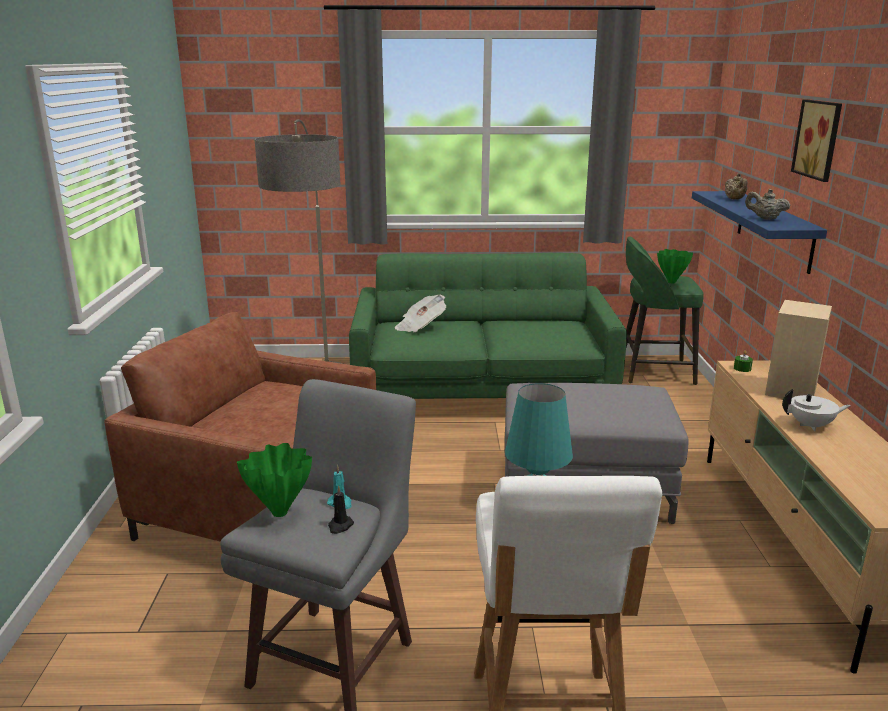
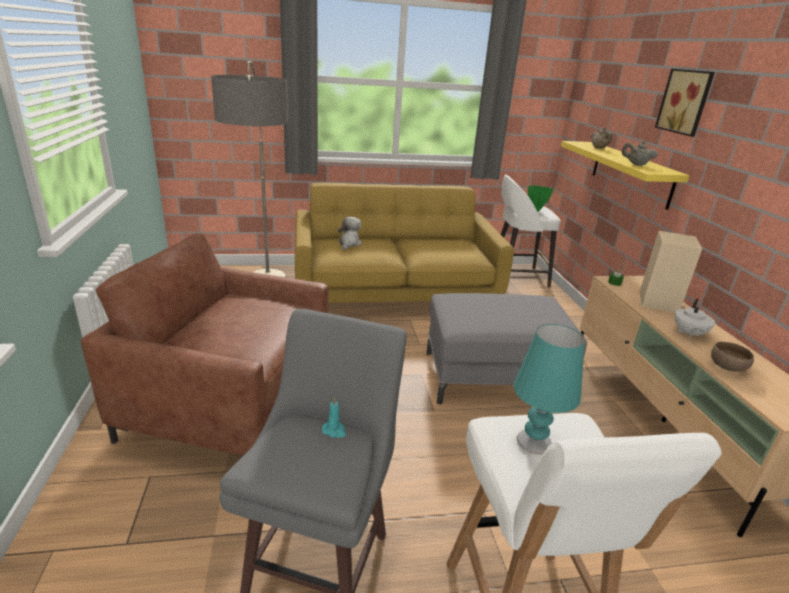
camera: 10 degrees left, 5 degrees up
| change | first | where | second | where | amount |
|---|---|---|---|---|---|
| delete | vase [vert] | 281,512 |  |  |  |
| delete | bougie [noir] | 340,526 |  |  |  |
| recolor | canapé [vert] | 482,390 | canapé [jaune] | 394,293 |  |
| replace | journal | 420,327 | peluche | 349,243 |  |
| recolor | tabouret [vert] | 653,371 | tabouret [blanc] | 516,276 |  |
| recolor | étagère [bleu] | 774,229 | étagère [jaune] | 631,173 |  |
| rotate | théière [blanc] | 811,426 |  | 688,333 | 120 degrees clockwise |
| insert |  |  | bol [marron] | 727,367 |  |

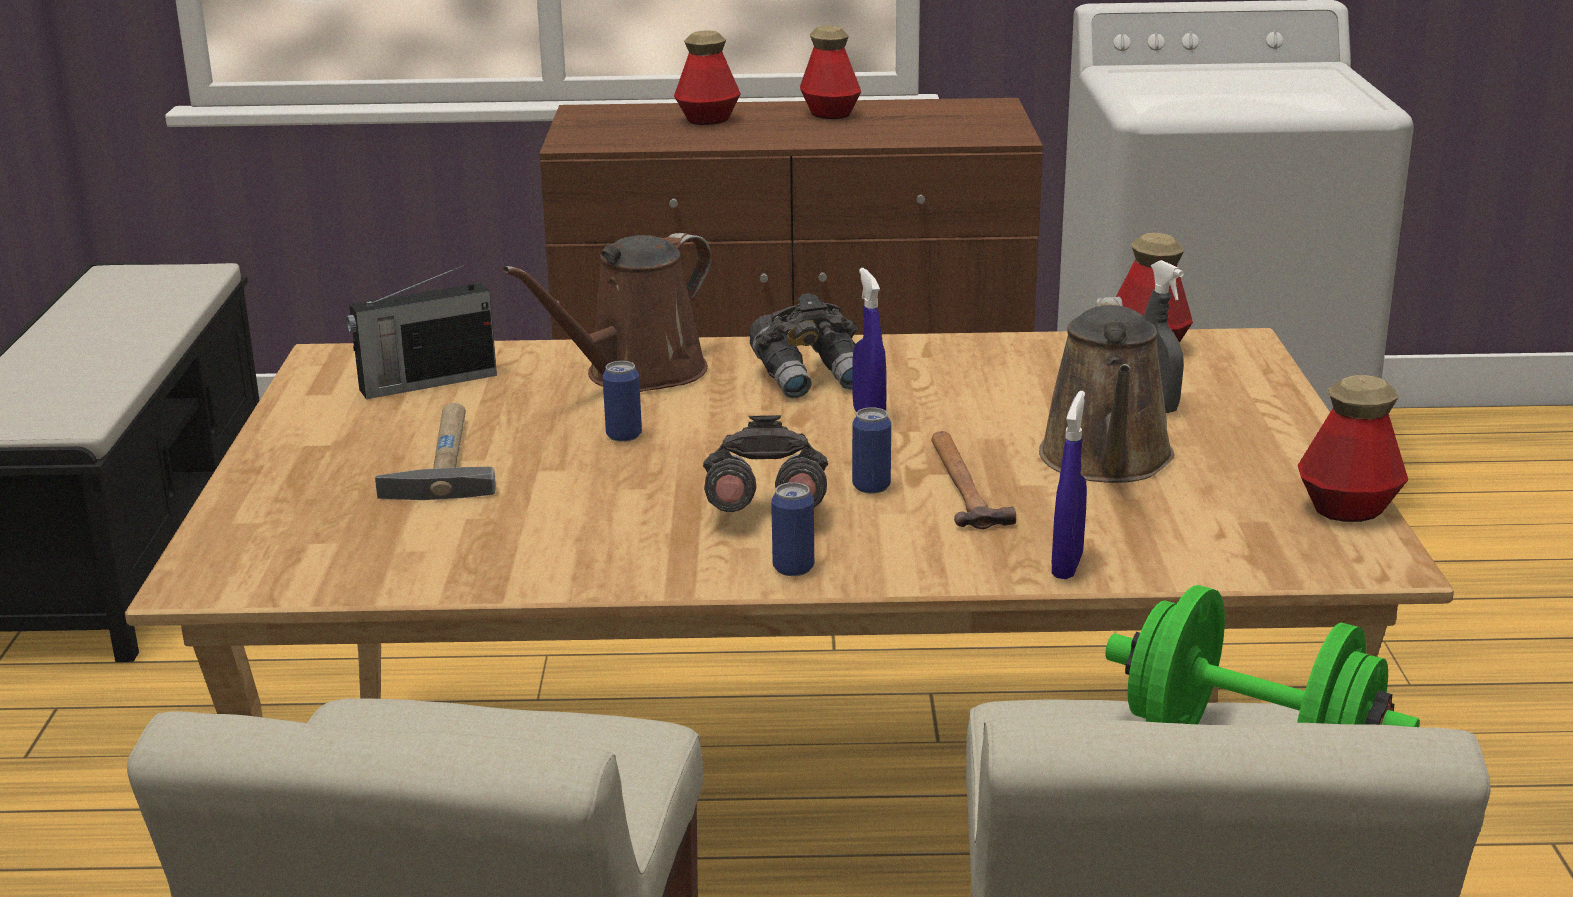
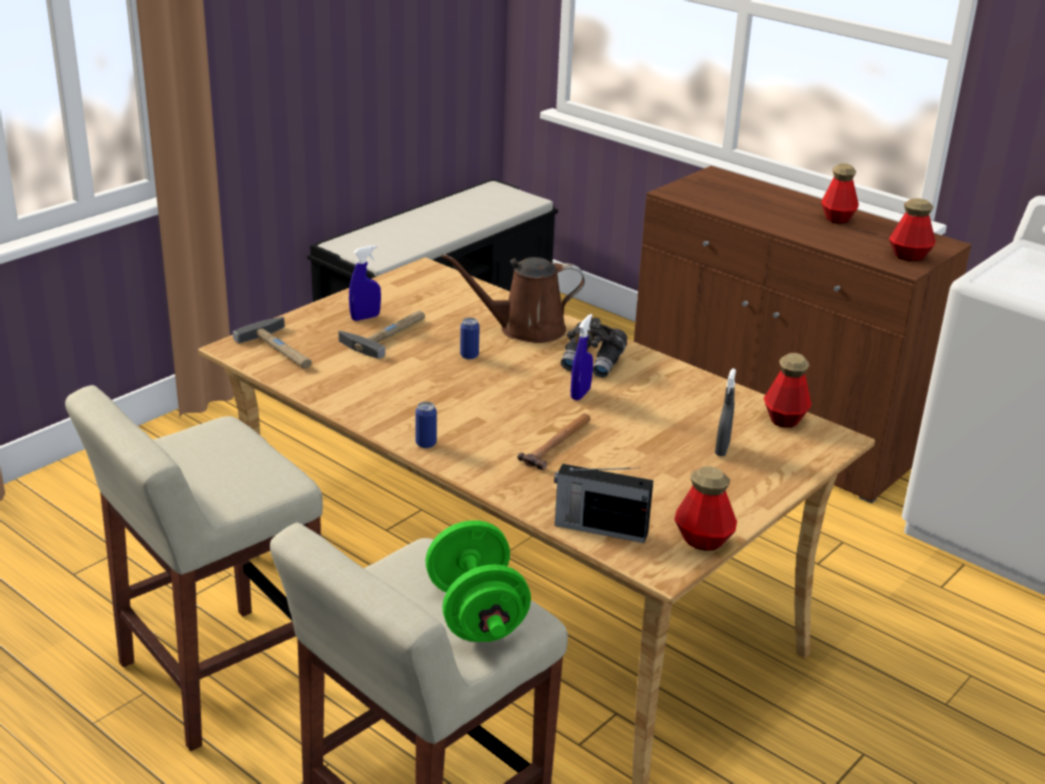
camera: 40 degrees right, 5 degrees up
| change | first | where | second | where | amount |
|---|---|---|---|---|---|
| move | radio | 425,382 |  | 599,528 |  |
| move | bouteille | 708,120 |  | 909,256 |  |
| delete | jumelles [gris] | 764,509 |  |  |  |
| delete | boîte métallique | 871,487 |  |  |  |
| delete | arrosoir [marron] | 1107,461 |  |  |  |
| move | vaporisateur [bleu] | 1067,565 |  | 365,317 |  |
| insert |  |  | marteau | 282,349 |  |

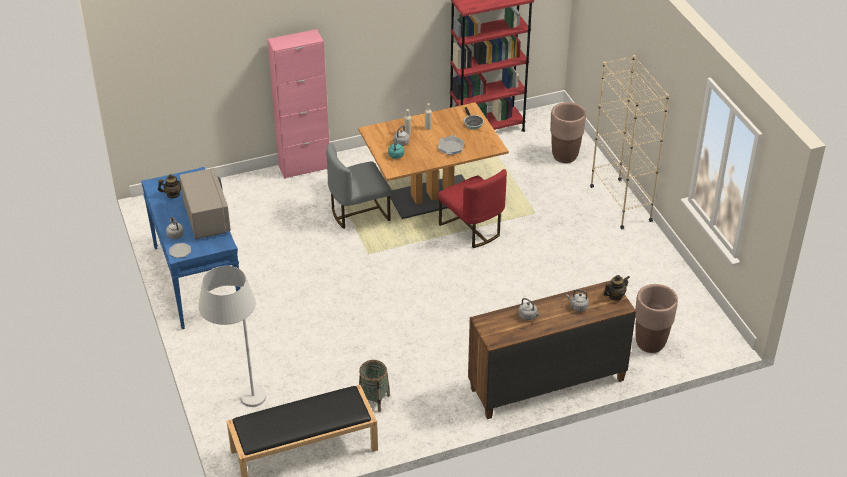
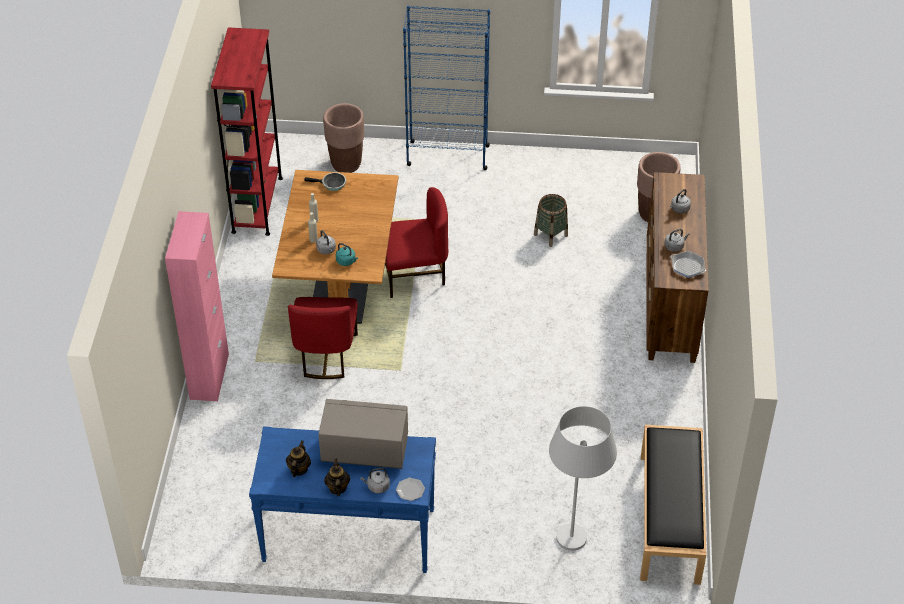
camera: 65 degrees left, 5 degrees up
| change | first | where | second | where | amount |
|---|---|---|---|---|---|
| recolor | chaise [gris] | 359,213 | chaise [rouge] | 326,355 |  |
| move | panier | 374,400 |  | 551,235 |  |
| move | poêle | 451,147 |  | 687,267 |  |
| recolor | bibliothèque [beige] | 620,203 | bibliothèque [bleu] | 447,155 |  |
| move | théière | 615,296 |  | 337,488 |  |

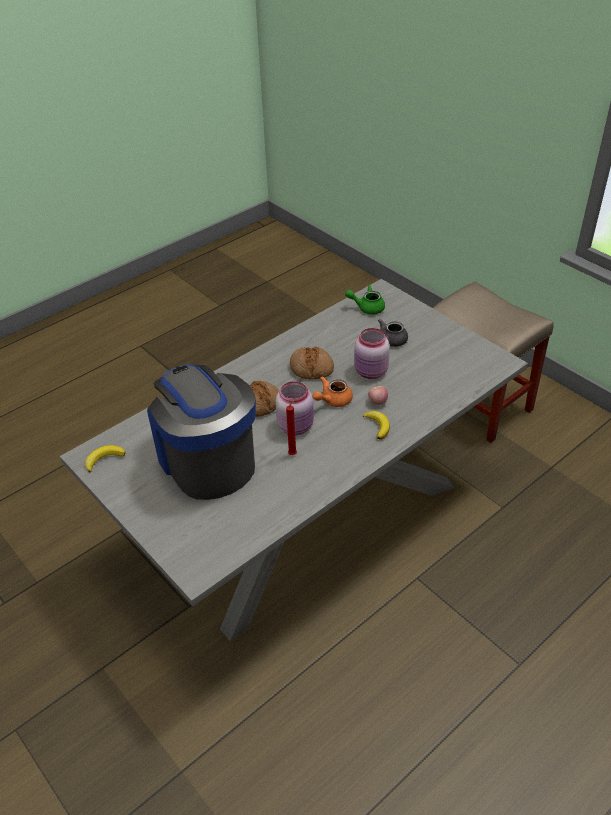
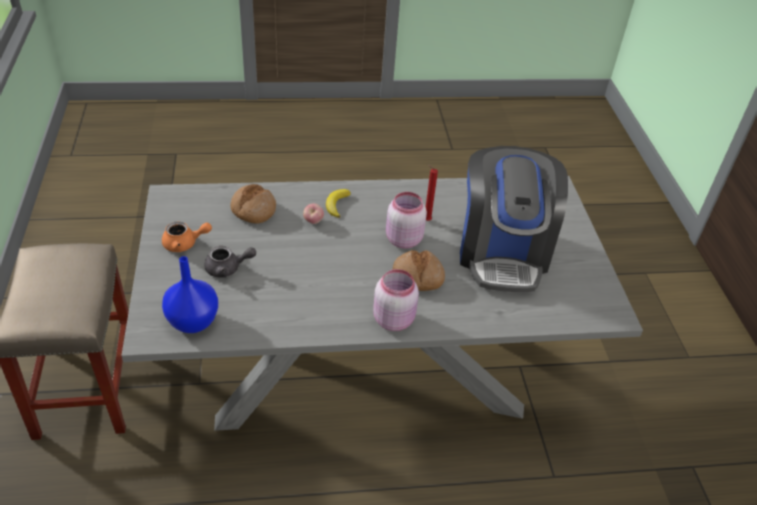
camera: 150 degrees left, 0 degrees up
| change | first | where | second | where | amount |
|---|---|---|---|---|---|
| delete | banane | 104,459 |  |  |  |
| move | pain | 311,368 |  | 253,210 |  |
| move | théière [orange] | 333,400 |  | 185,244 |  |
| replace | théière [vert] | 367,307 | vase [bleu] | 194,321 |  |
| move | bocal [rose] | 371,372 |  | 394,319 |  |

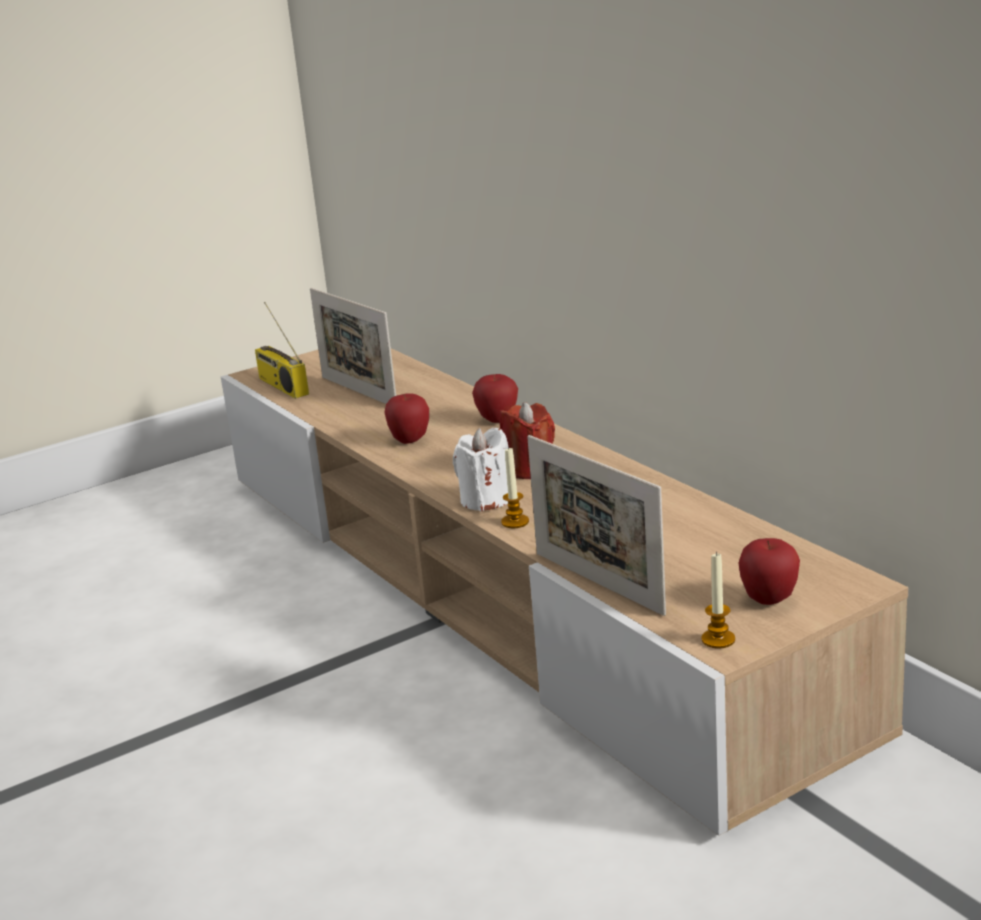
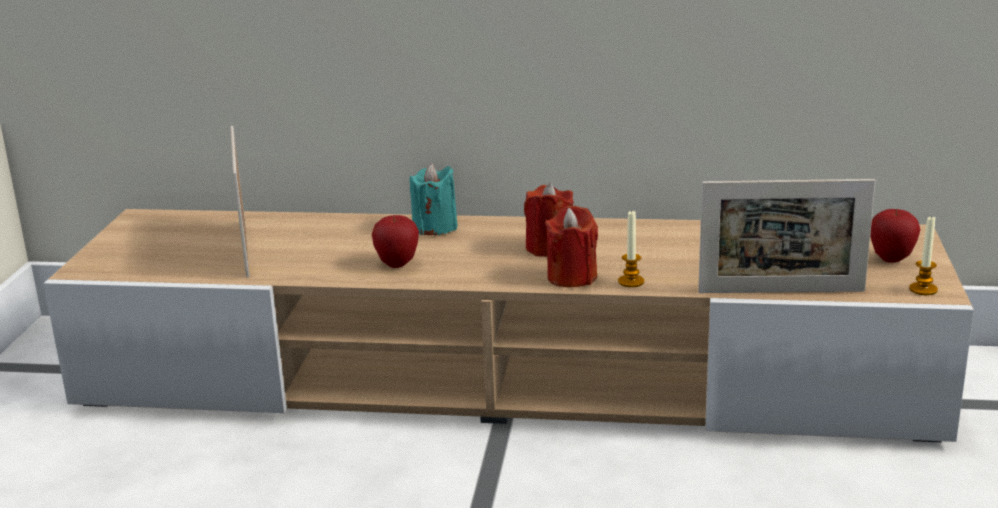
camera: 50 degrees left, 0 degrees up
| change | first | where | second | where | amount |
|---|---|---|---|---|---|
| delete | radio | 281,386 |  |  |  |
| rotate | cadre photo | 358,392 |  | 245,248 | 75 degrees clockwise |
| recolor | bougie [blanc] | 486,500 | bougie [rouge] | 572,277 |  |
| replace | pomme | 497,420 | bougie [turquoise] | 435,227 |  |

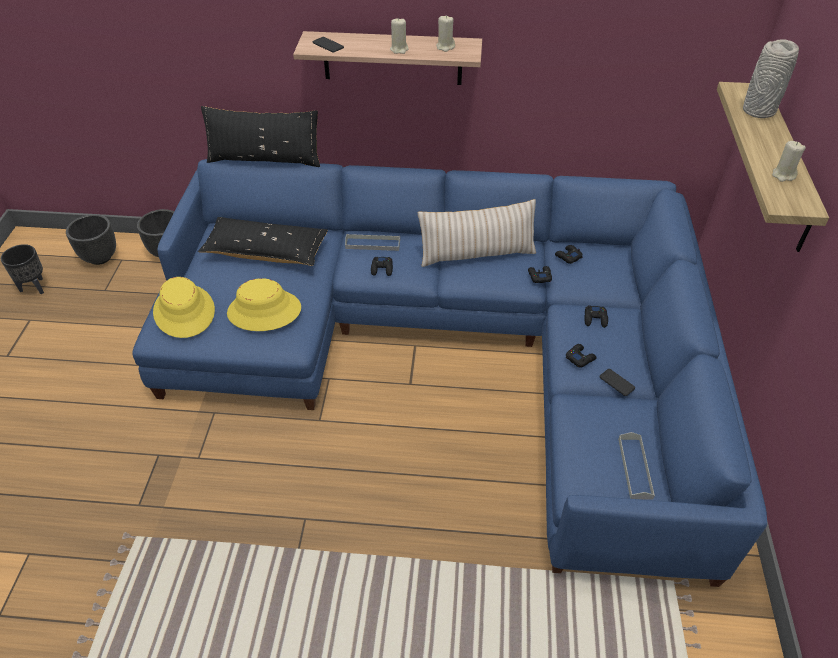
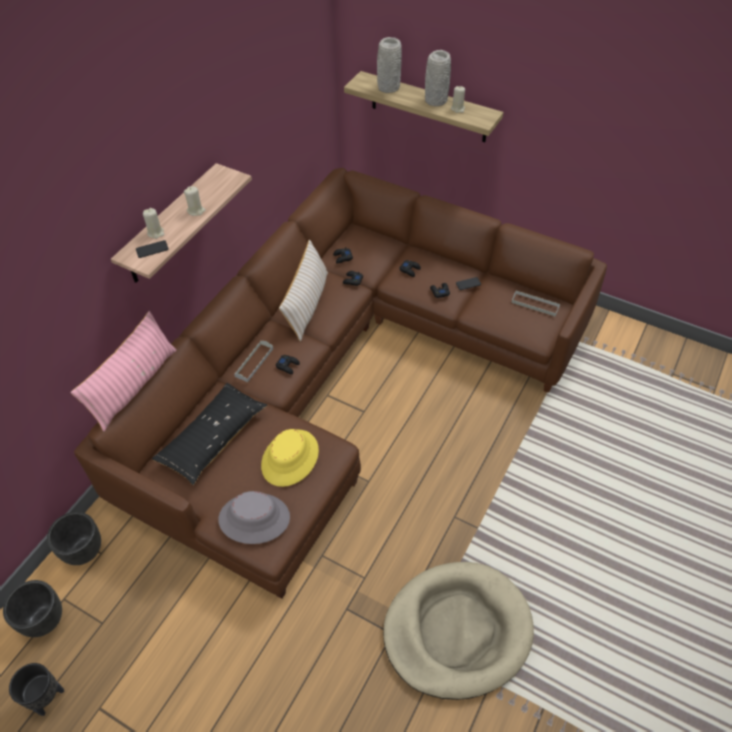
camera: 65 degrees left, 5 degrees up
| change | first | where | second | where | amount |
|---|---|---|---|---|---|
| recolor | canapé [bleu] | 452,346 | canapé [marron] | 341,373 |  |
| recolor | chapeau [jaune] | 184,311 | chapeau [gris] | 254,518 |  |
| recolor | coussin [noir] | 265,160 | coussin [rose] | 134,386 |  |
| move | bougie [beige] | 445,47 |  | 156,233 |  |
| insert |  |  | panier pour chien [beige] | 457,631 |  |
| insert |  |  | vase [gris] | 435,100 |  |

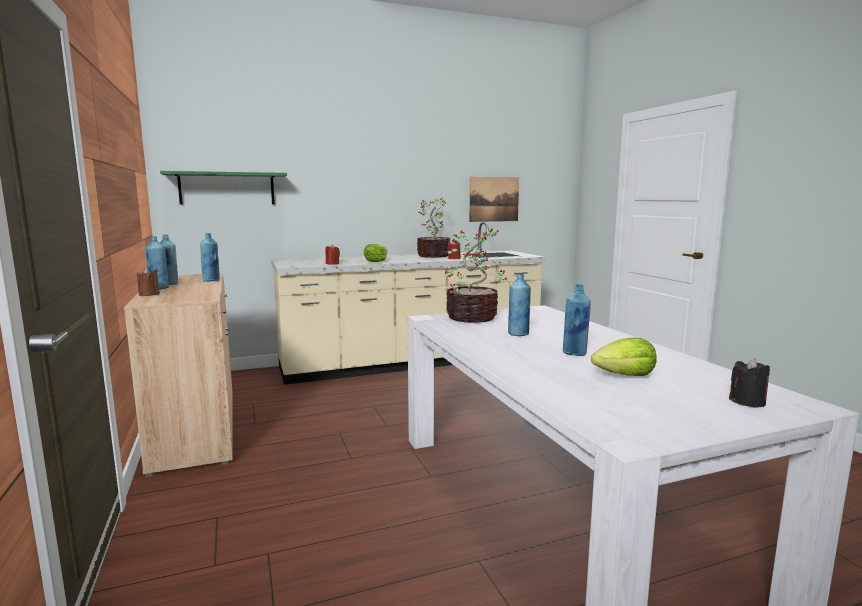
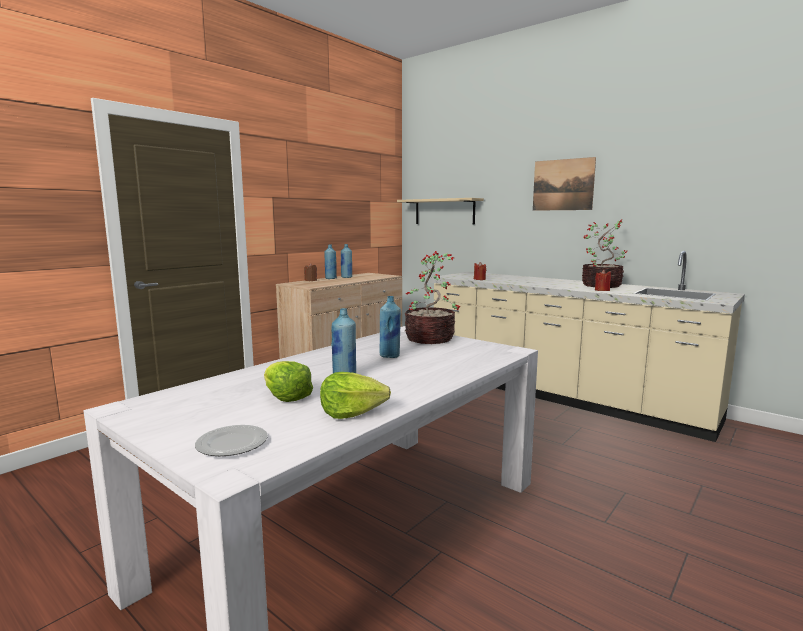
camera: 60 degrees right, 0 degrees up
| change | first | where | second | where | amount |
|---|---|---|---|---|---|
| recolor | étagère [vert] | 227,188 | étagère [beige] | 444,211 |  |
| delete | bouteille [bleu] | 211,280 |  |  |  |
| move | laitue | 376,261 |  | 351,412 |  |
| move | tableau | 494,199 |  | 563,185 |  |
| replace | bougie [noir] | 747,402 | assiette | 232,444 |  |

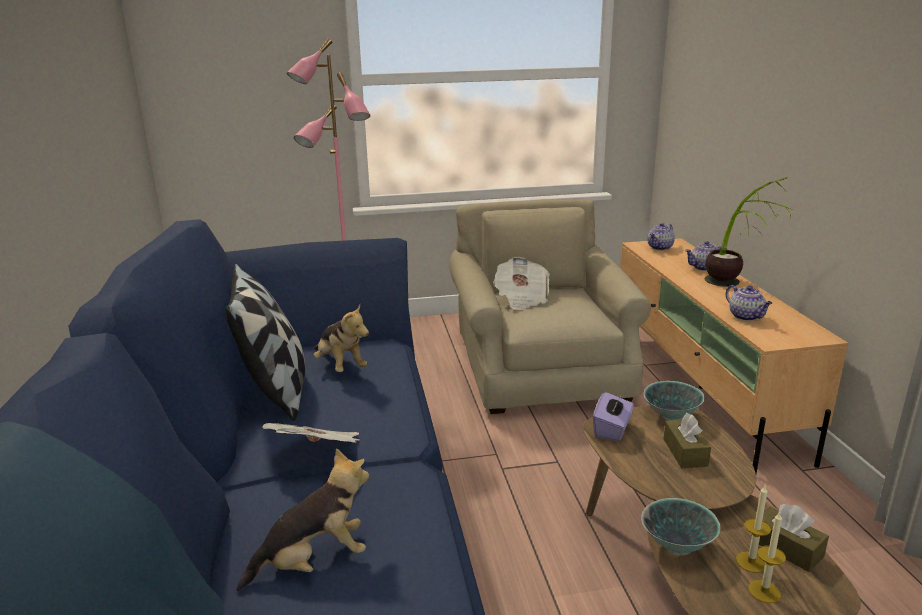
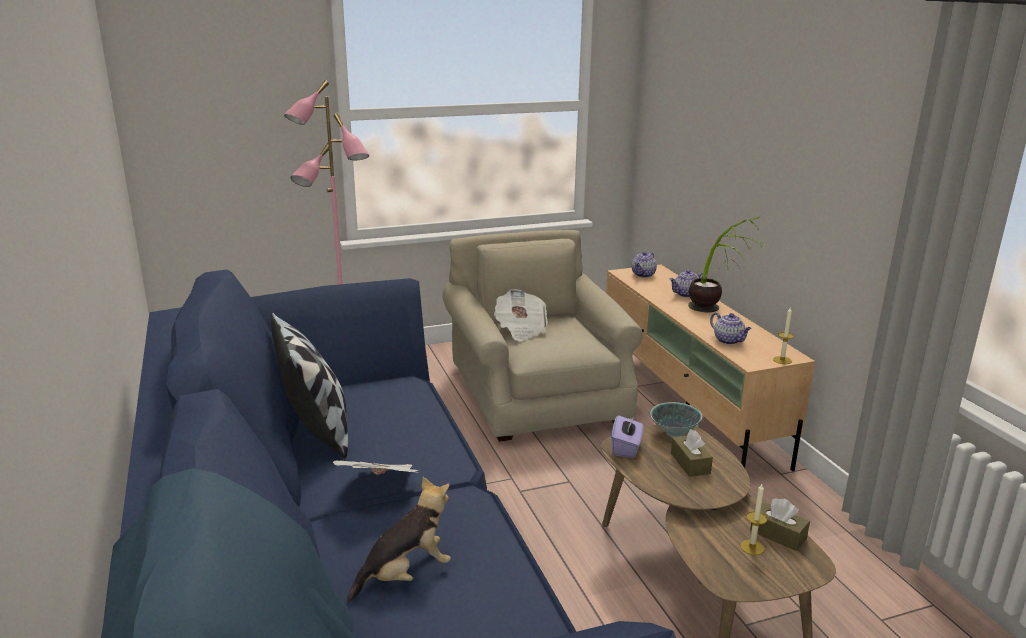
camera: 10 degrees left, 0 degrees up
| change | first | where | second | where | amount |
|---|---|---|---|---|---|
| delete | peluche | 340,366 |  |  |  |
| delete | bol | 678,546 |  |  |  |
| move | bougie | 764,591 |  | 782,360 |  |

